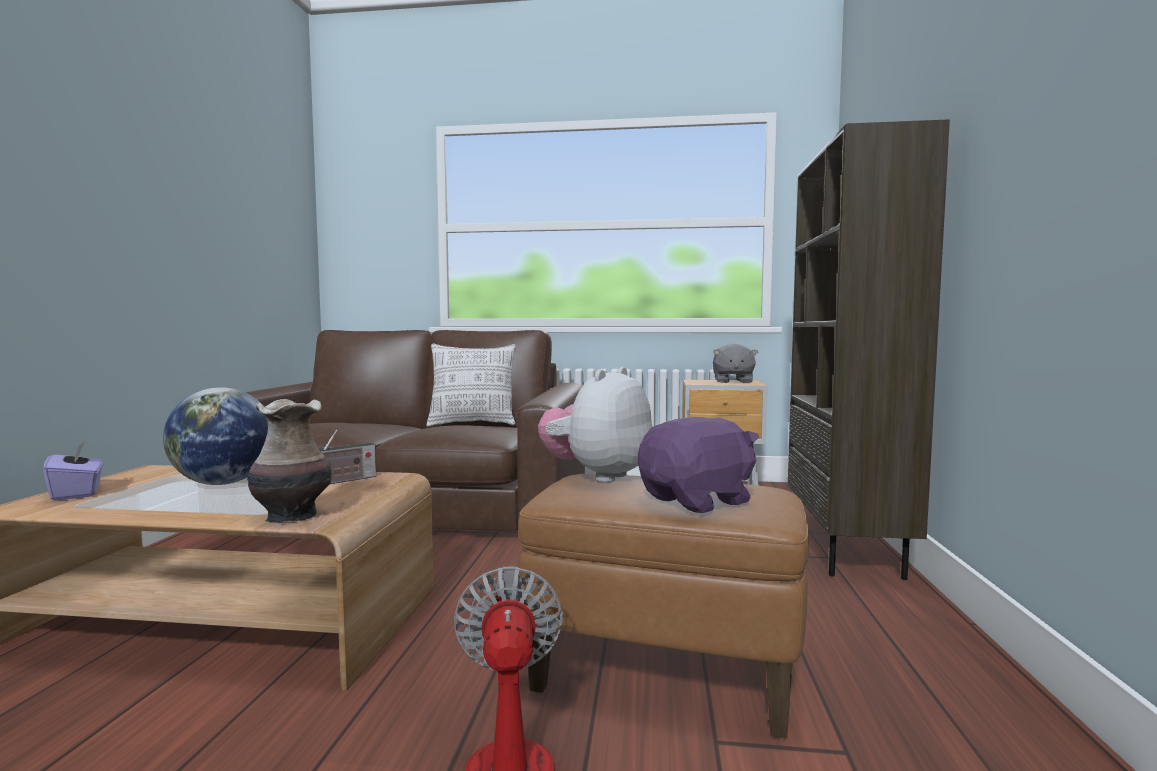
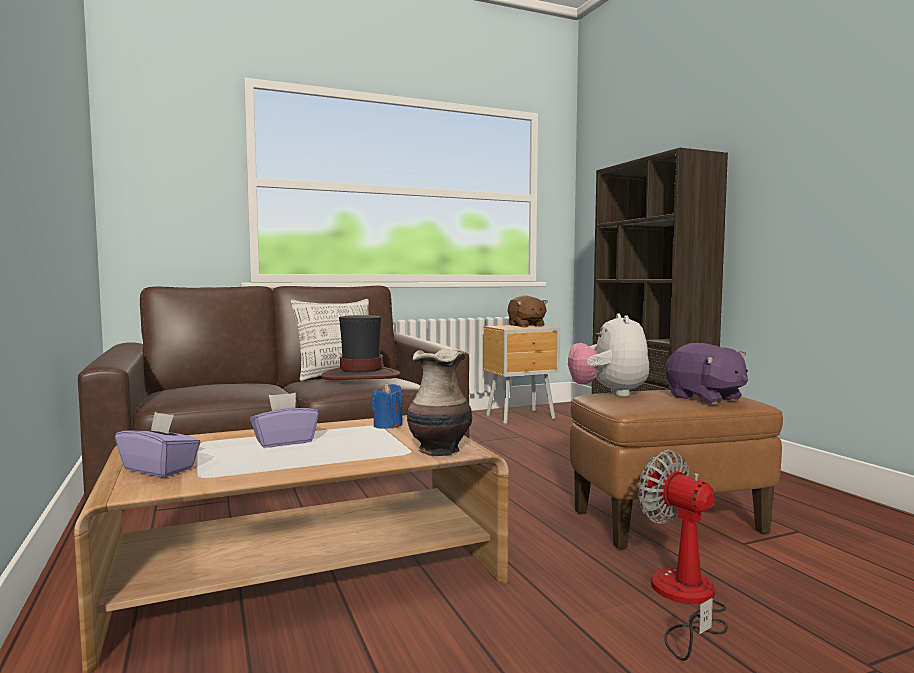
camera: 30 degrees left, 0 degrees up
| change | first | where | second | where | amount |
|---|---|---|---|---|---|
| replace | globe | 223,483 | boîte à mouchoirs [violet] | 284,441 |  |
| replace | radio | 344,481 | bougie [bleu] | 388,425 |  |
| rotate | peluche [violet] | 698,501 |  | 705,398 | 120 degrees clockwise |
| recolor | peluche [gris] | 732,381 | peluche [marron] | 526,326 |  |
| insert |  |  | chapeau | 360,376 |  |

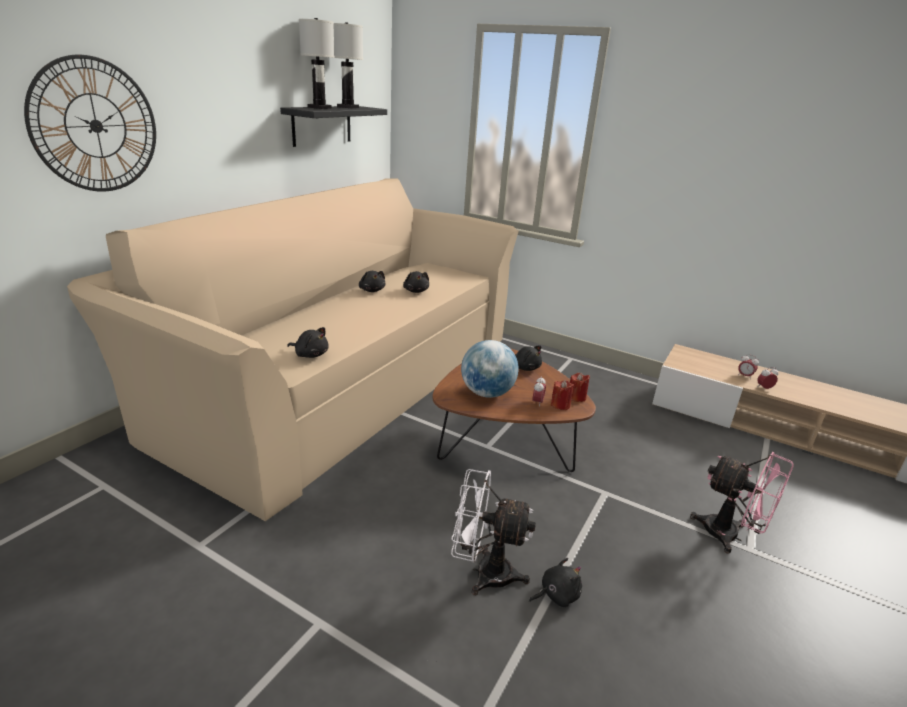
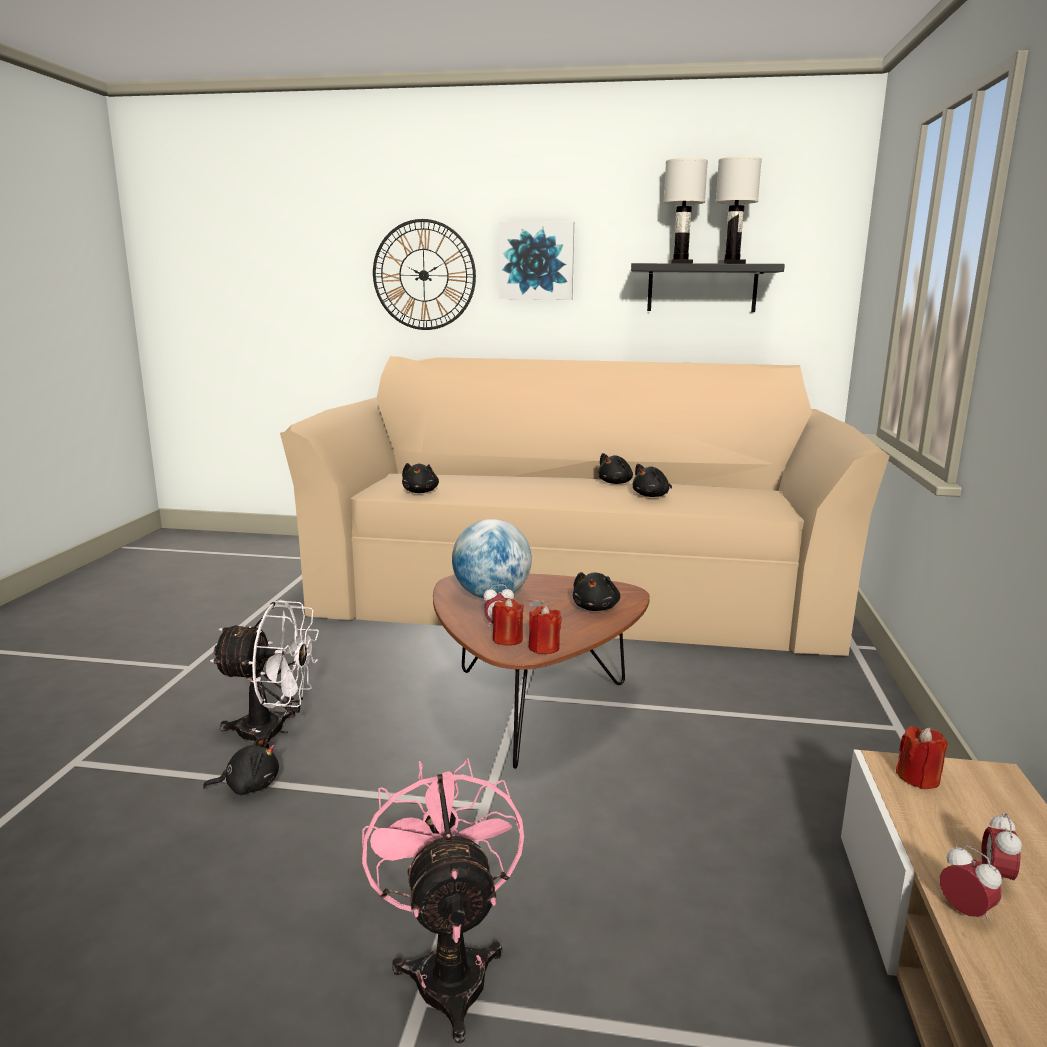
camera: 70 degrees right, 10 degrees down
| change | first | where | second | where | amount |
|---|---|---|---|---|---|
| rotate | ventilateur [blanc] | 483,572 |  | 273,732 | 105 degrees clockwise |
| rotate | peluche [noir] | 556,595 |  | 249,786 | 60 degrees counterclockwise |
| rotate | ventilateur [rose] | 730,536 |  | 449,968 | 150 degrees clockwise |
| insert |  |  | tableau | 536,261 |  |
| insert |  |  | bougie [rouge] | 918,778 |  |

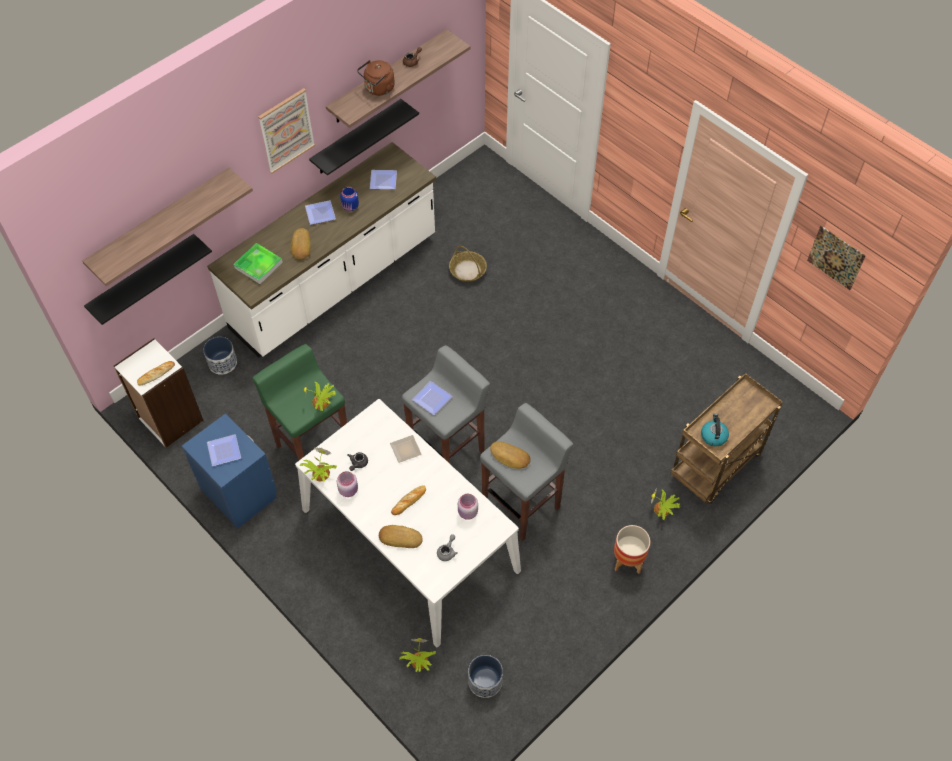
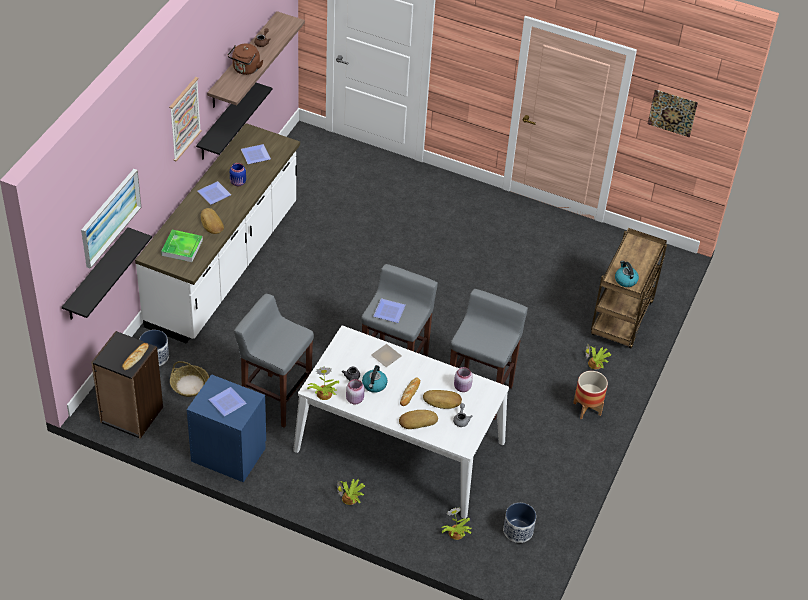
camera: 25 degrees left, 10 degrees down
| change | first | where | second | where | amount |
|---|---|---|---|---|---|
| replace | étagère | 161,222 | tableau | 110,217 |  |
| recolor | bibliothèque [blanc] | 170,419 | bibliothèque [noir] | 131,415 |  |
| recolor | tabouret [vert] | 313,446 | tabouret [gris] | 275,400 |  |
| move | plante en pot | 321,402 |  | 351,498 |  |
| move | panier | 467,270 |  | 189,385 |  |
| move | pain | 509,457 |  | 442,401 |  |
| insert |  |  | bouilloire | 374,385 |  |

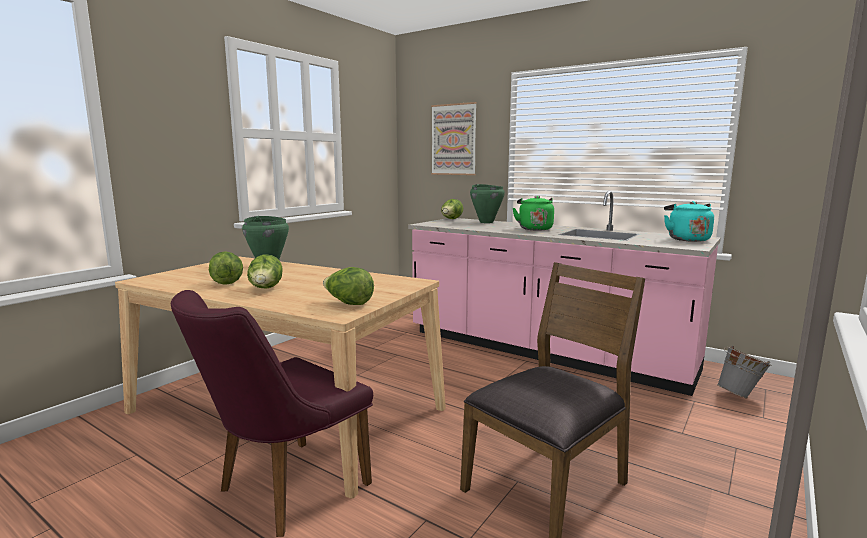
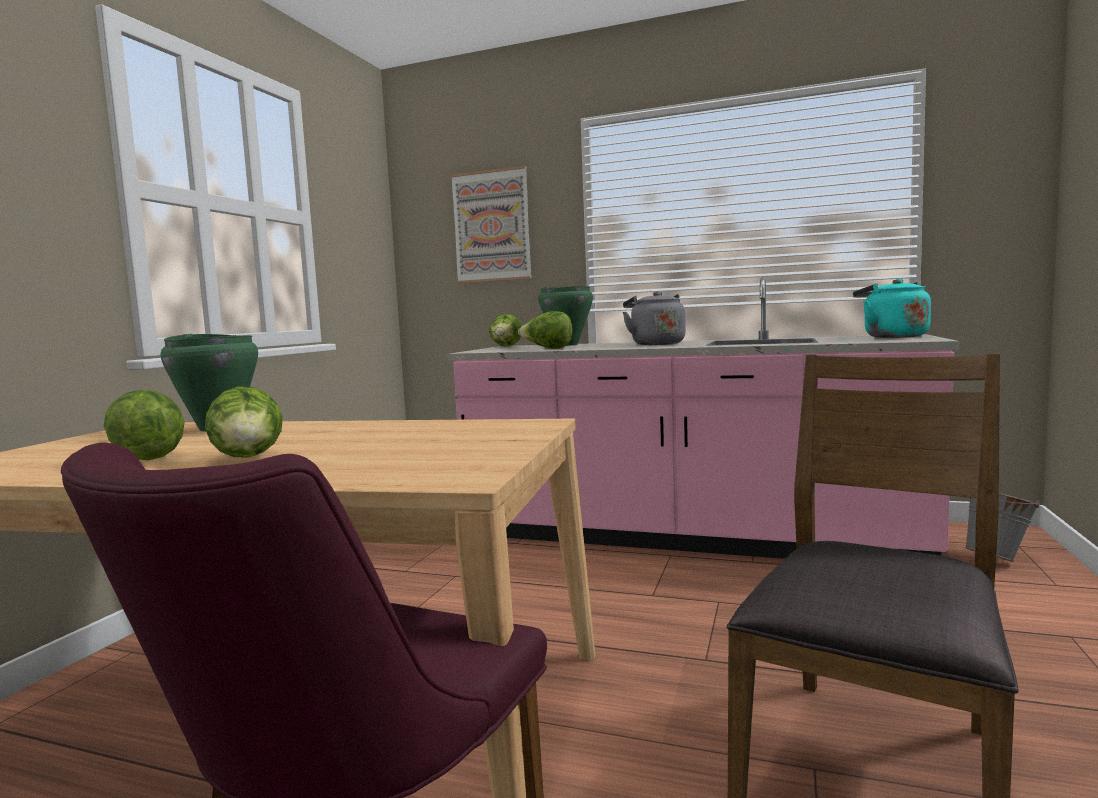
camera: 15 degrees left, 5 degrees down
| change | first | where | second | where | amount |
|---|---|---|---|---|---|
| move | laitue | 348,303 |  | 548,349 |  |
| recolor | bouilloire [vert] | 534,228 | bouilloire [gris] | 655,344 |  |

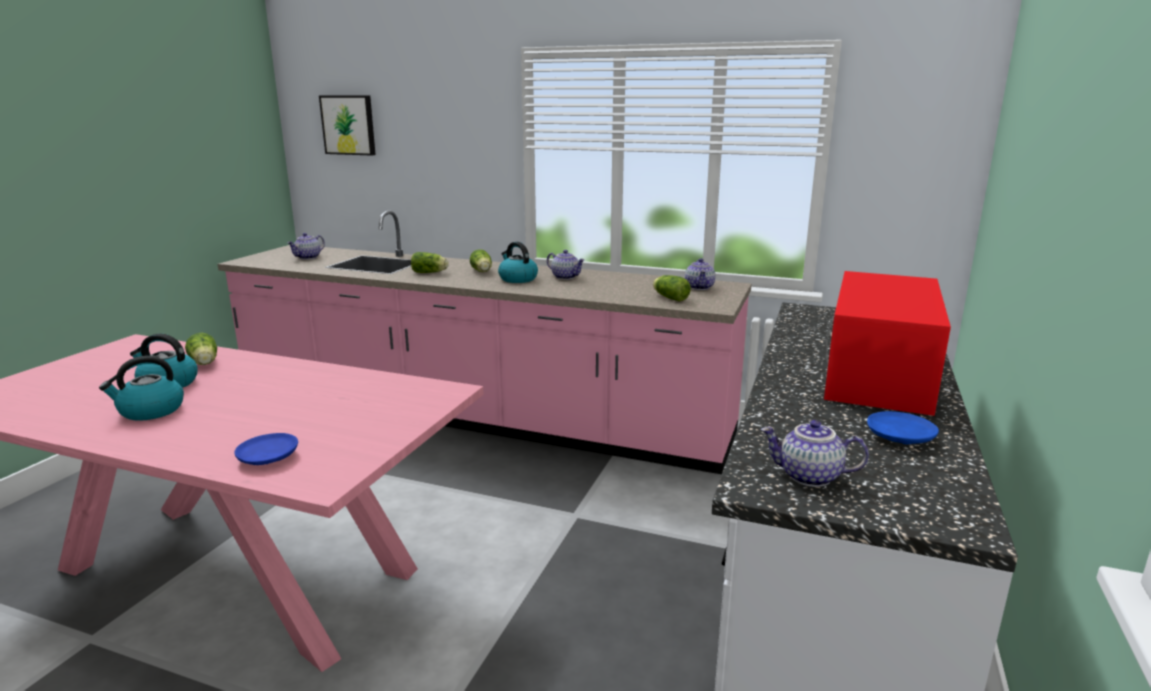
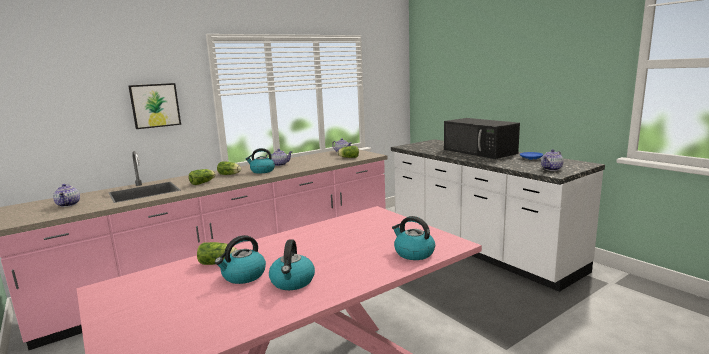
camera: 55 degrees left, 5 degrees down
| change | first | where | second | where | amount |
|---|---|---|---|---|---|
| replace | assiette [bleu] | 267,458 | bouilloire | 413,253 |  |
| move | tableau | 349,125 |  | 155,105 |  |
| recolor | micro-ondes [rouge] | 879,374 | micro-ondes [noir] | 480,151 |  |

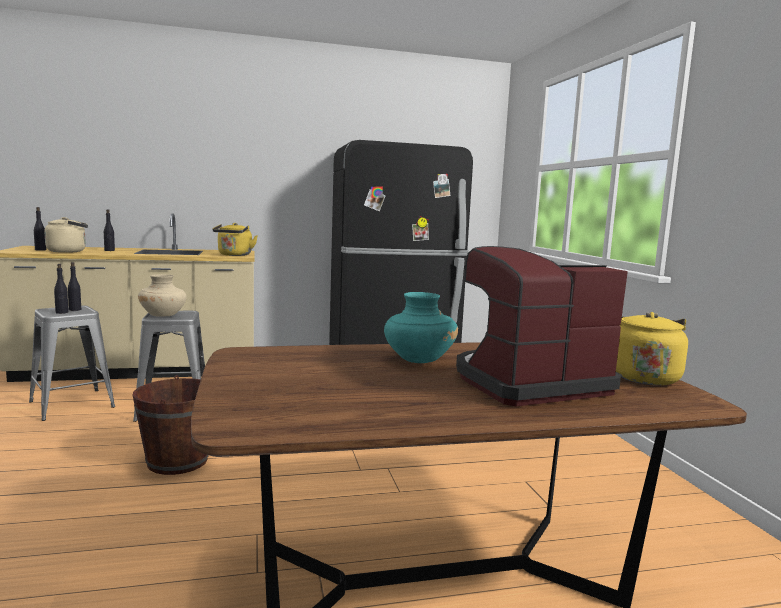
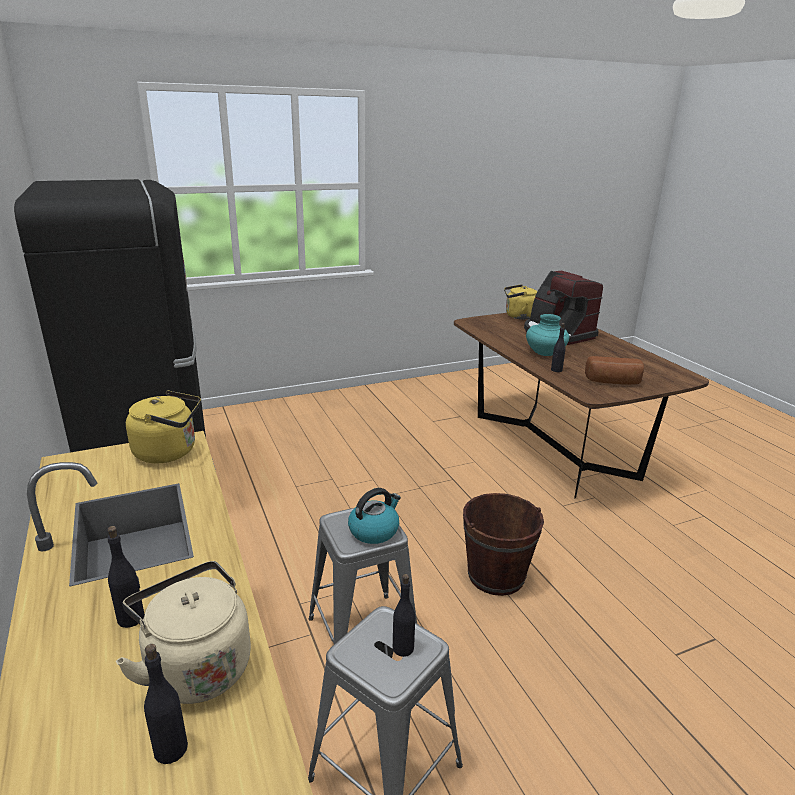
camera: 100 degrees left, 15 degrees up
| change | first | where | second | where | amount |
|---|---|---|---|---|---|
| move | bouteille [noir] | 75,309 |  | 556,370 |  |
| replace | vase [beige] | 163,315 | bouilloire | 374,530 |  |
| insert |  |  | pain | 613,382 |  |

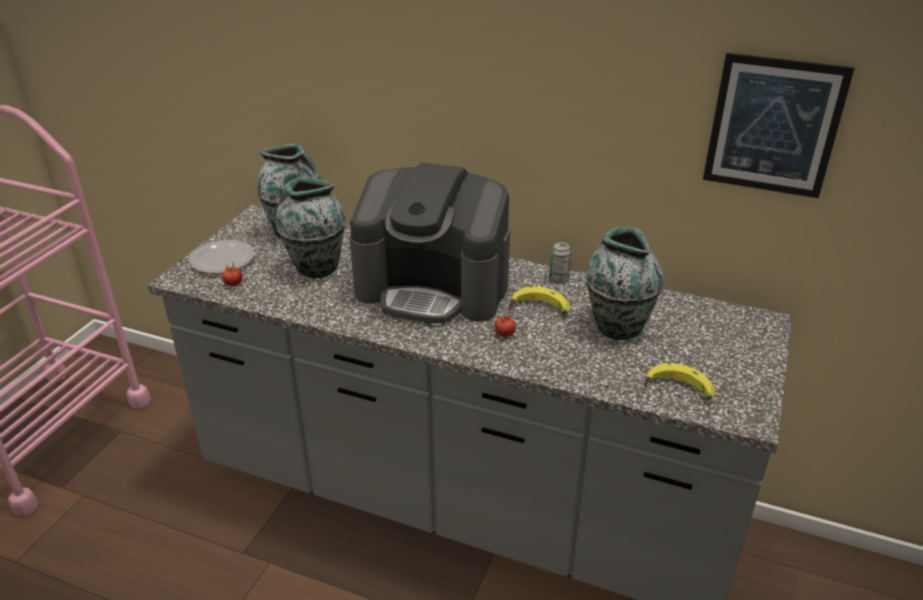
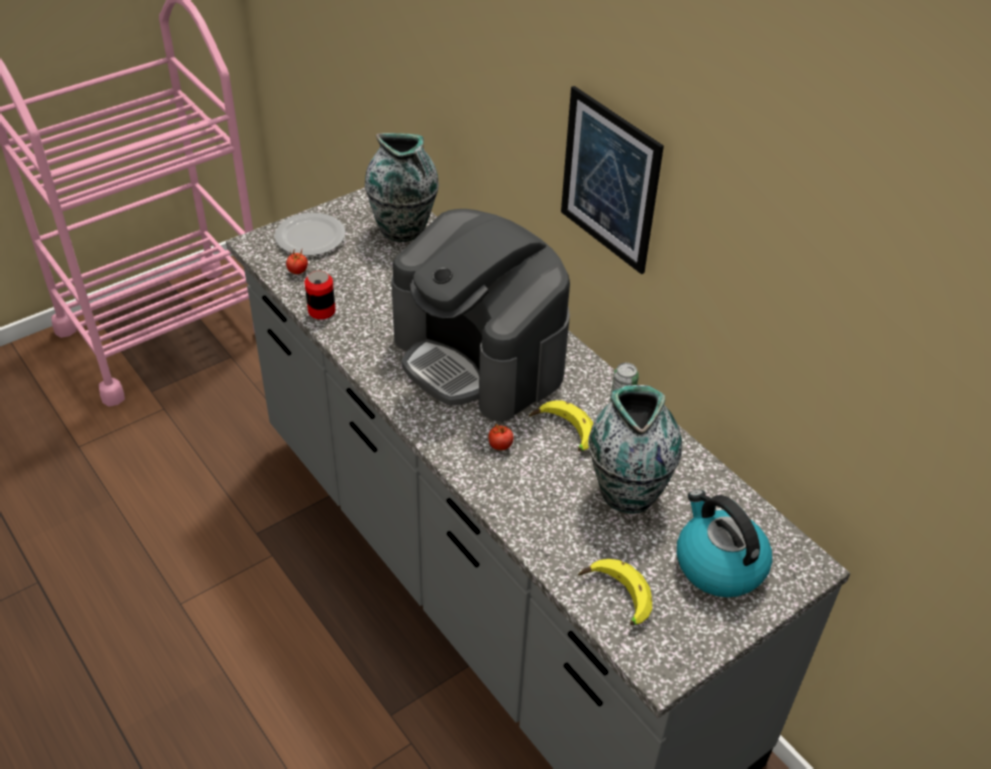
camera: 30 degrees right, 10 degrees up
| change | first | where | second | where | amount |
|---|---|---|---|---|---|
| delete | vase | 316,267 |  |  |  |
| move | tableau | 773,126 |  | 609,180 |  |
| insert |  |  | boîte métallique | 321,311 |  |
| insert |  |  | bouilloire | 718,564 |  |

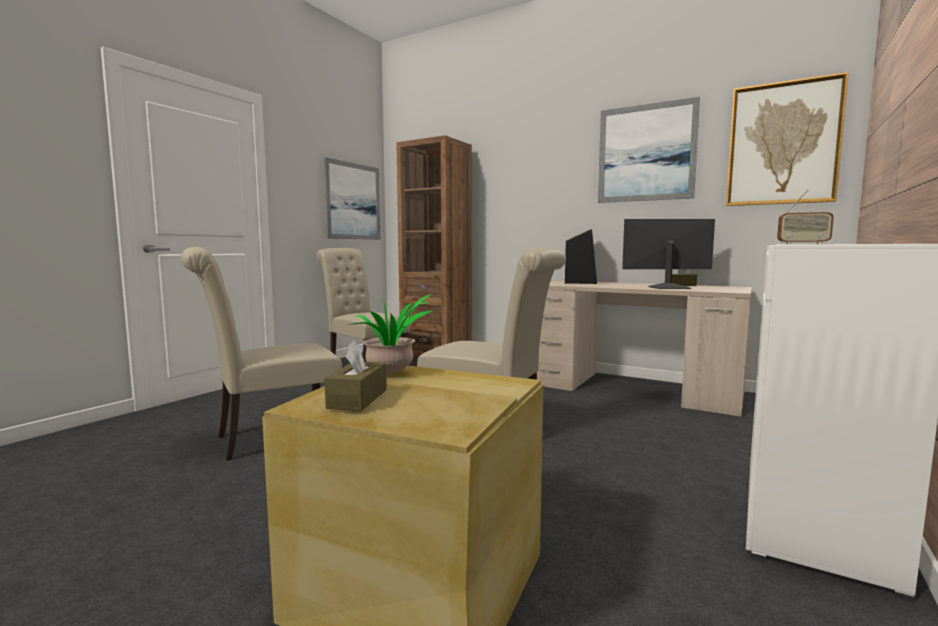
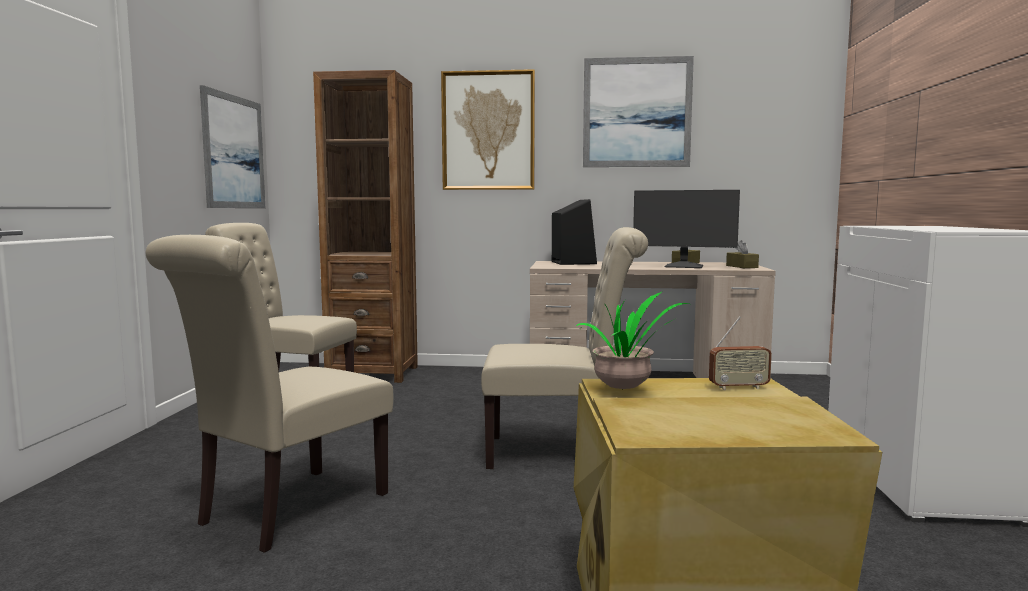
camera: 25 degrees left, 0 degrees up
| change | first | where | second | where | amount |
|---|---|---|---|---|---|
| move | boîte à mouchoirs [marron] | 357,399 |  | 742,266 |  |
| rotate | écran d'ordinateur | 668,287 |  | 684,266 | 135 degrees counterclockwise |
| move | tableau | 783,144 |  | 488,131 |  |
| move | radio | 803,244 |  | 738,387 |  |

